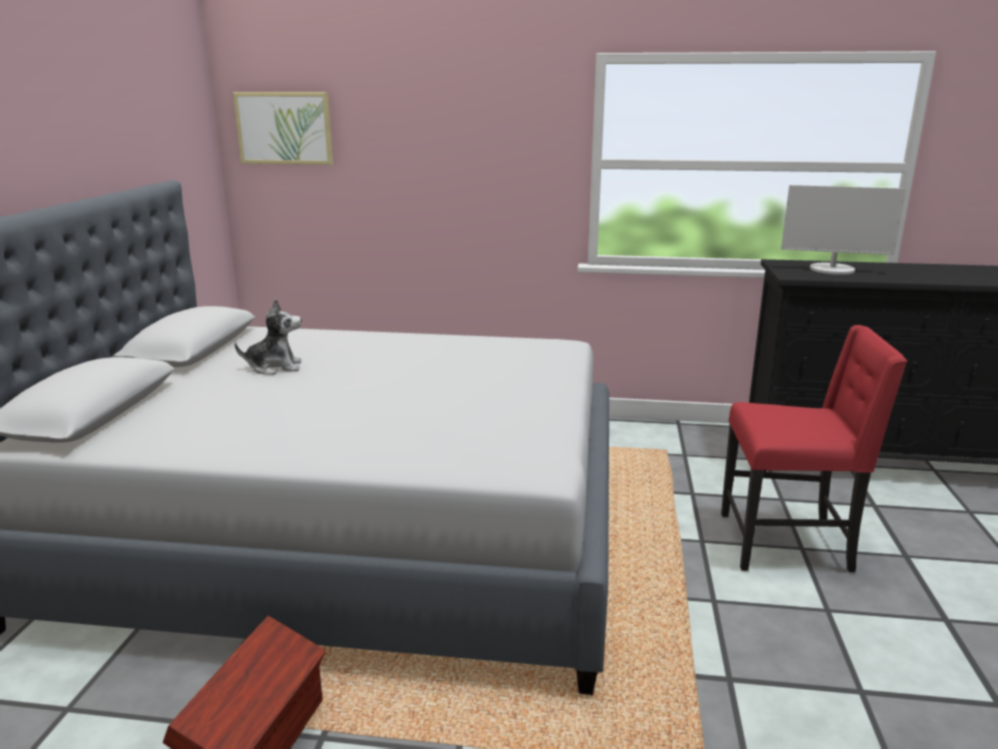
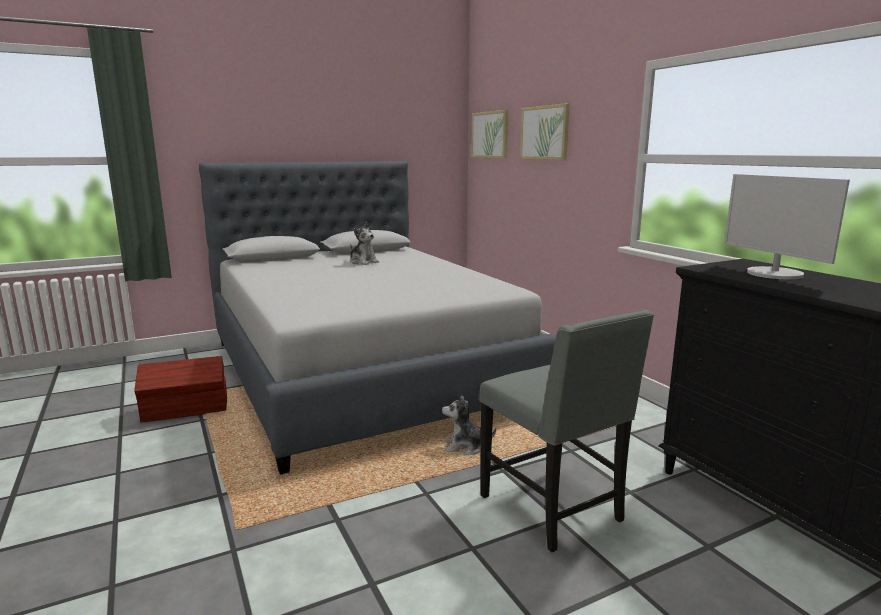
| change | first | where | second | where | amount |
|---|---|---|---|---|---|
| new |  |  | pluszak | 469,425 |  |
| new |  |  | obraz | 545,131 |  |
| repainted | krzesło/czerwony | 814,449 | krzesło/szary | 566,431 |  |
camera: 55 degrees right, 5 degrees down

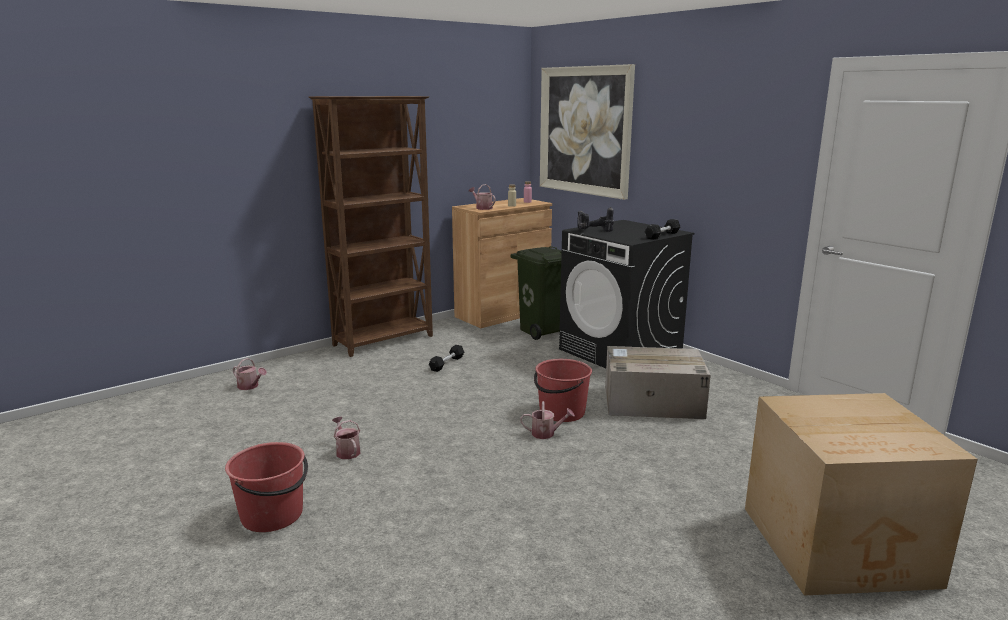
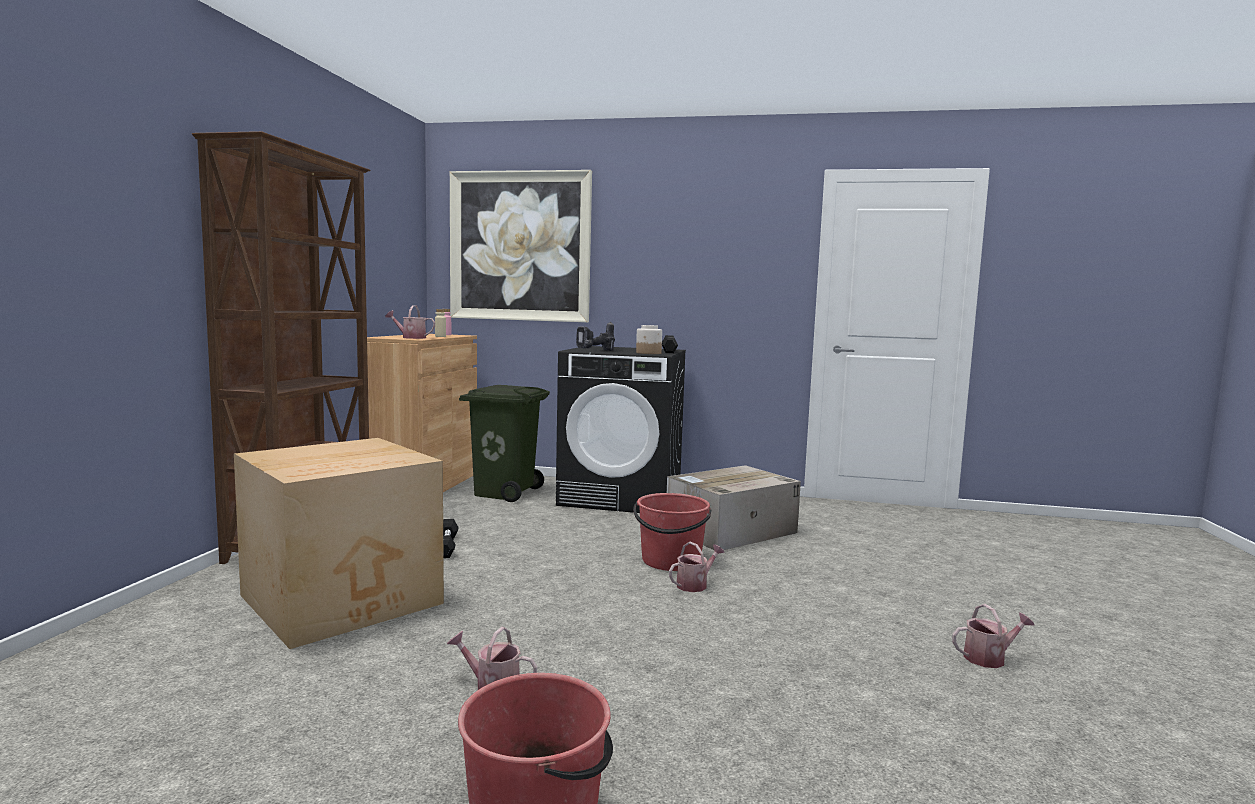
| change | first | where | second | where | amount |
|---|---|---|---|---|---|
| new |  |  | słoik | 649,339 |  |
| shifted | konewka | 250,374 |  | 993,636 |  |
| shifted | karton | 861,494 |  | 339,543 |  |
camera: 40 degrees left, 10 degrees down

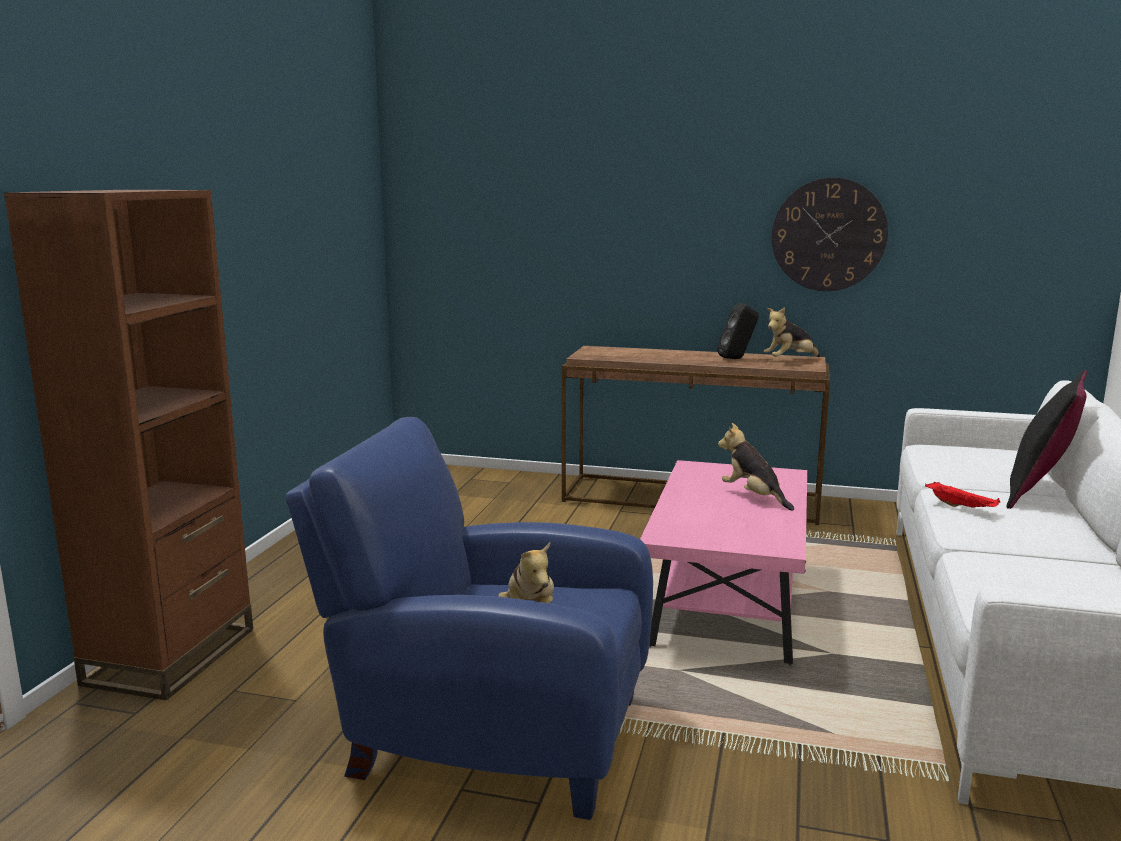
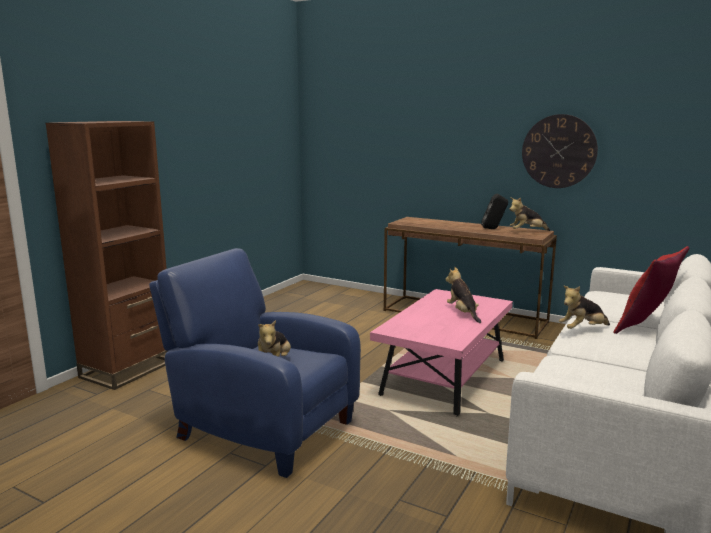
| change | first | where | second | where | amount |
|---|---|---|---|---|---|
| swapped | taca/czerwony | 962,495 | pluszak | 584,307 |  |
| repainted | poduszka/czarny | 1046,439 | poduszka/czerwony | 651,290 |  |
camera: 15 degrees right, 0 degrees up

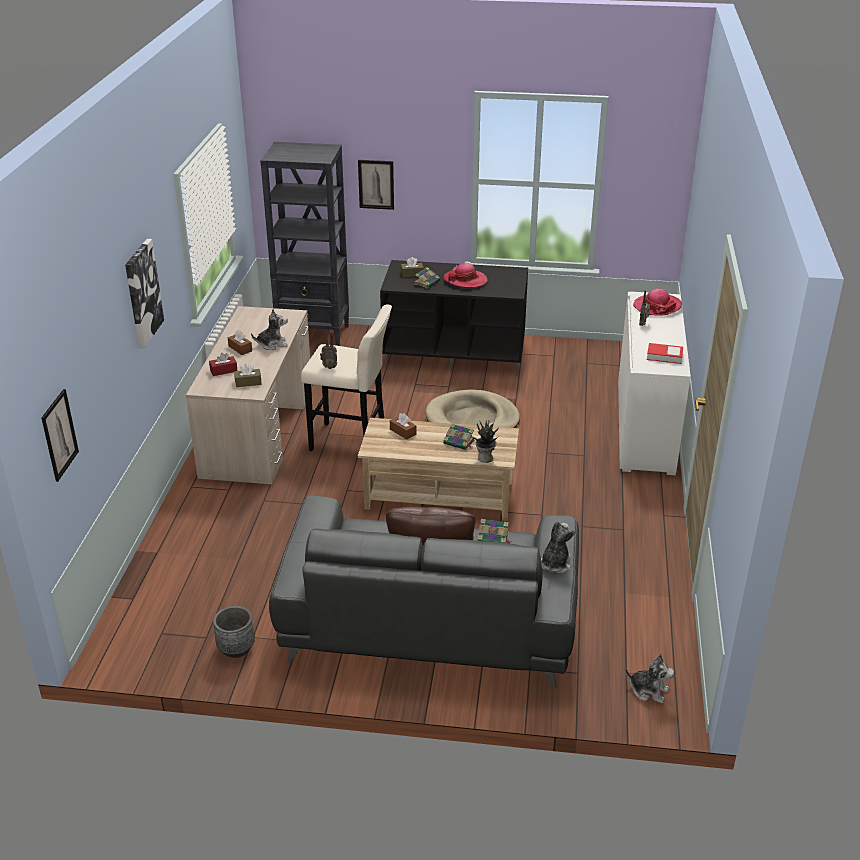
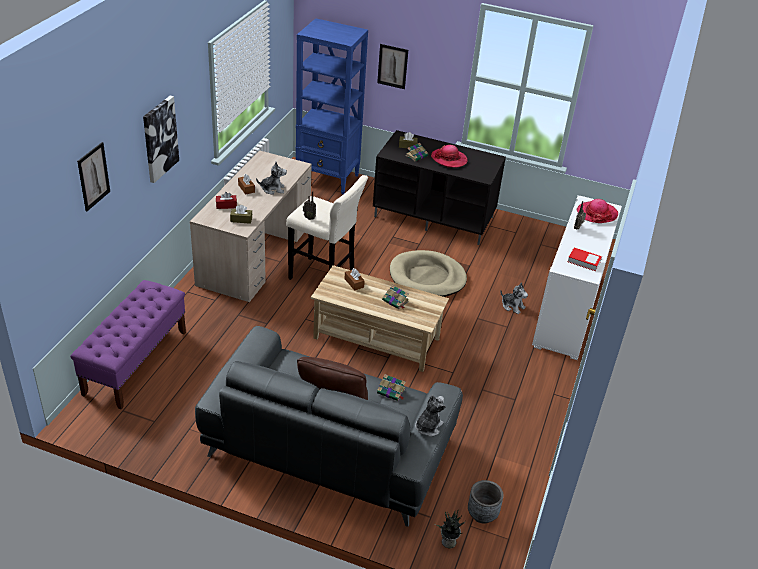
| change | first | where | second | where | amount |
|---|---|---|---|---|---|
| new |  |  | ławka/fioletowy | 128,344 |  |
| shifted | obraz | 60,435 |  | 93,176 |  |
| shifted | donica/szary | 234,632 |  | 485,502 |  |
| shifted | roślina doniczkowa | 484,441 |  | 450,528 |  |
| shifted | pluszak | 649,679 |  | 514,298 |  |
| repainted | regał/czarny | 304,244 | regał/niebieski | 332,106 |  |
camera: 10 degrees right, 5 degrees up

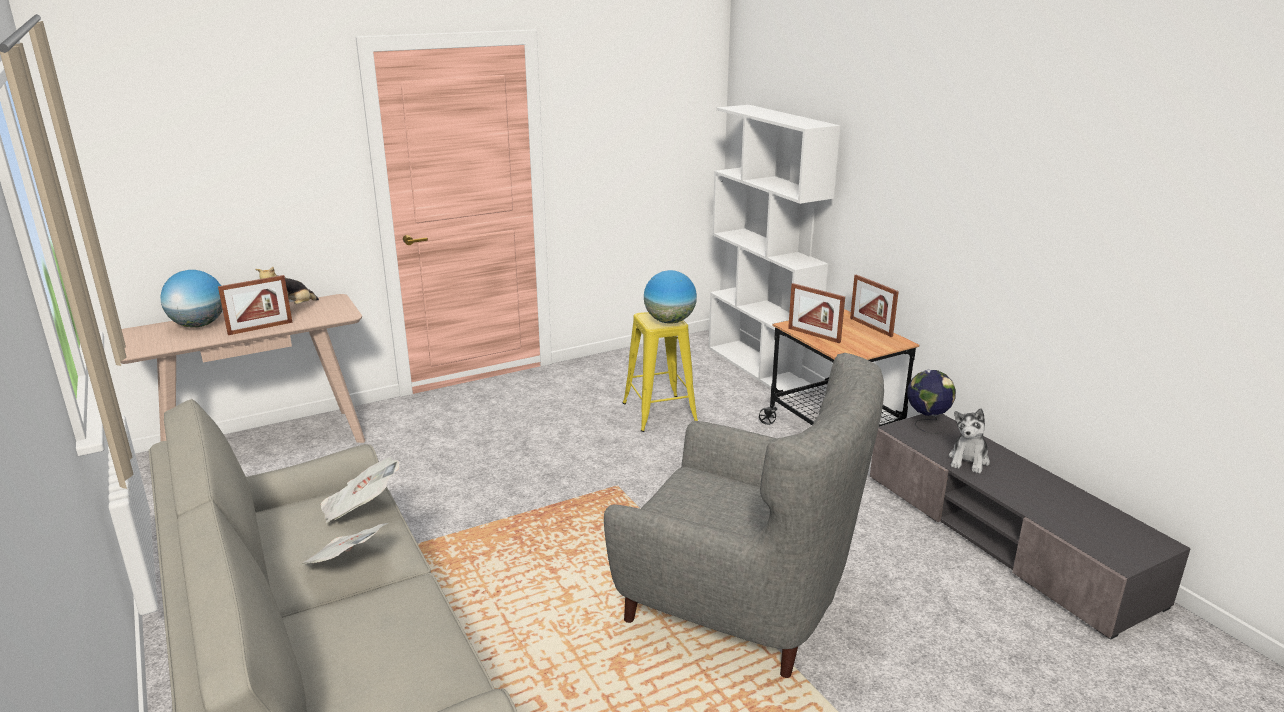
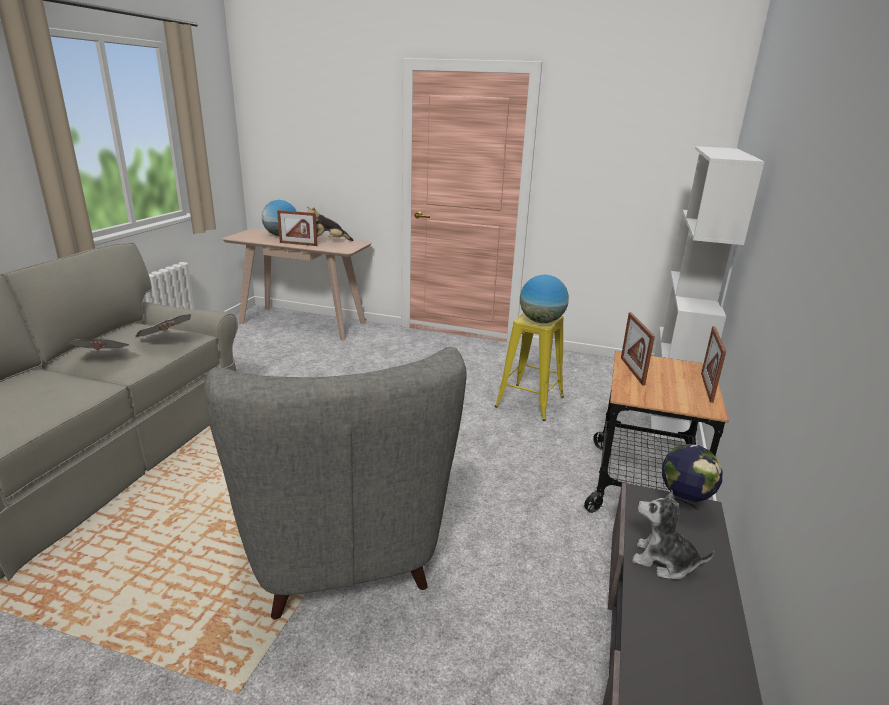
| change | first | where | second | where | amount |
|---|---|---|---|---|---|
| rotated | pluszak | 969,441 |  | 673,535 | 45 degrees clockwise |
camera: 45 degrees right, 0 degrees up

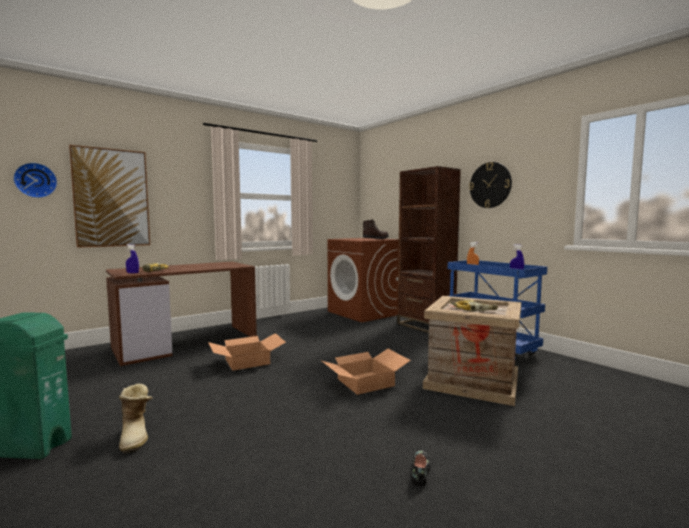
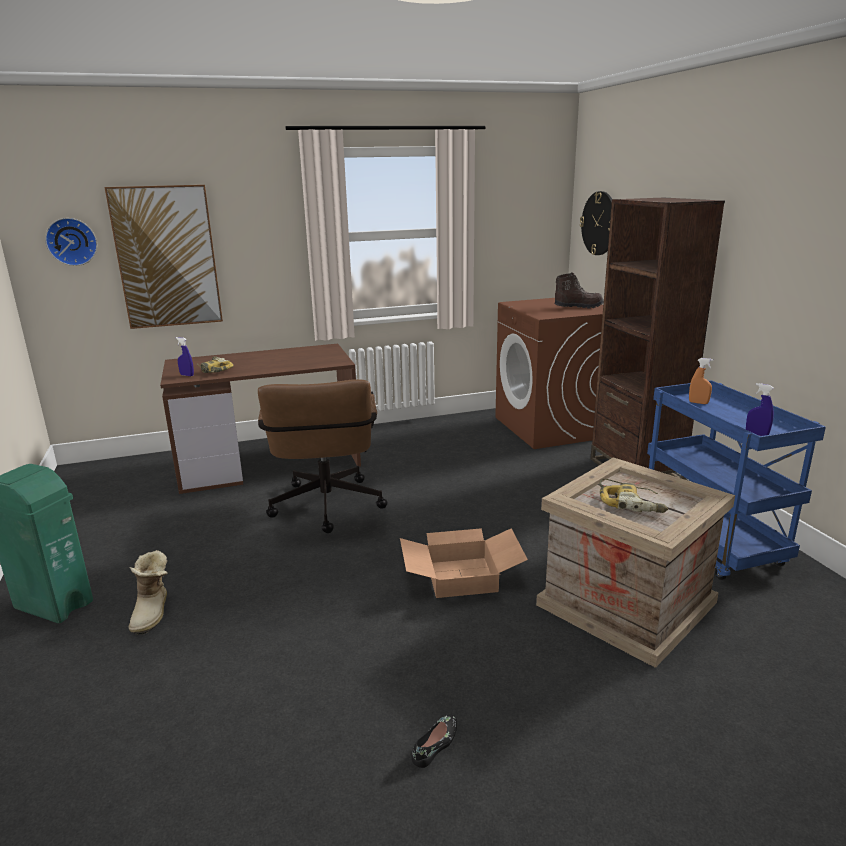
| change | first | where | second | where | amount |
|---|---|---|---|---|---|
| shifted | zegar ścienny | 490,185 |  | 596,223 |  |
| swapped | karton | 247,352 | krzesło biurowe/brązowy | 323,456 |  |
camera: 20 degrees right, 15 degrees up

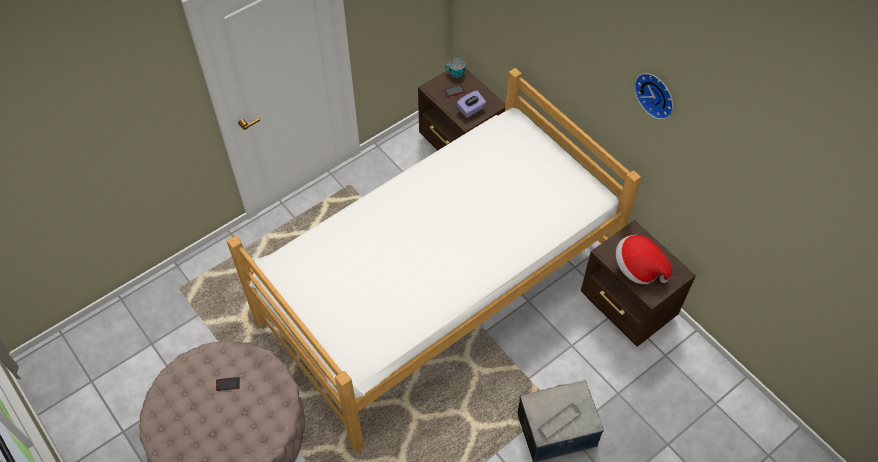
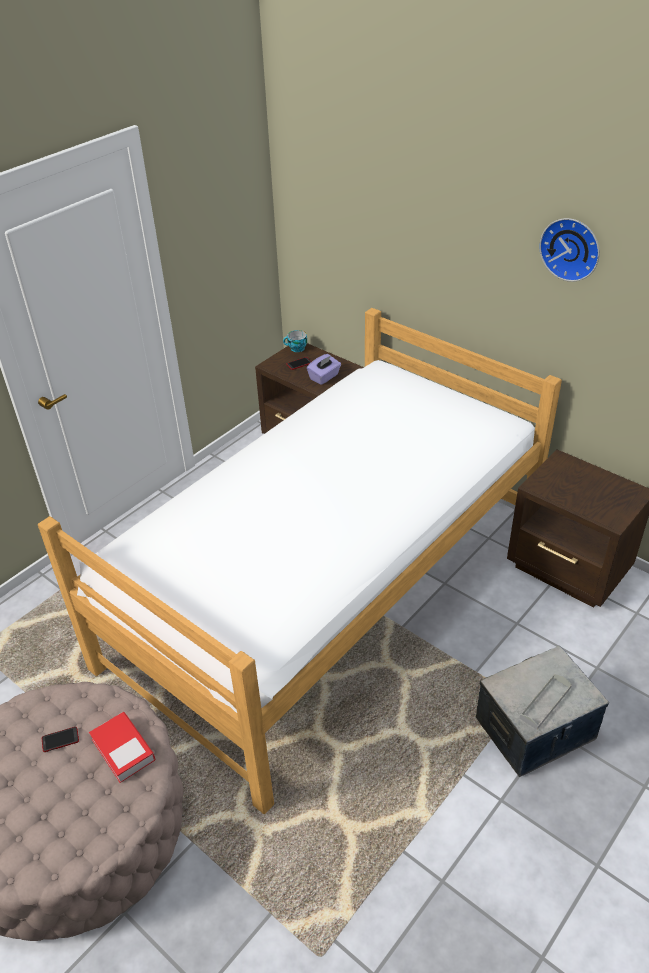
| change | first | where | second | where | amount |
|---|---|---|---|---|---|
| gone | kapelusz | 644,259 |  |  |  |
| new |  |  | książka | 122,747 |  |
camera: 10 degrees left, 15 degrees down

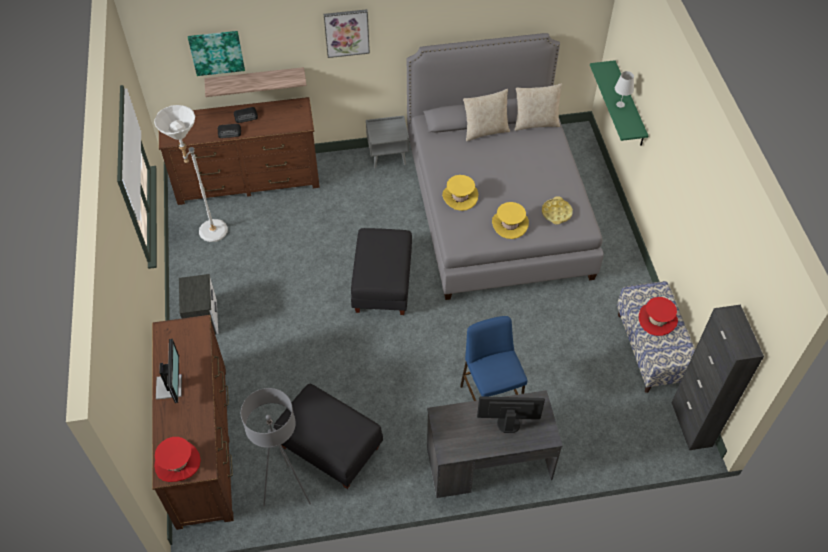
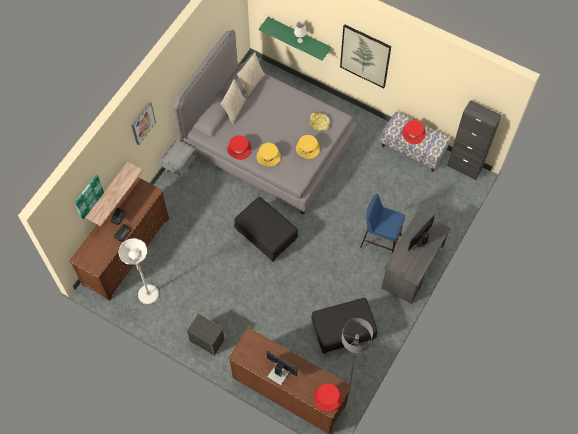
| change | first | where | second | where | amount |
|---|---|---|---|---|---|
| new |  |  | kapelusz/czerwony | 239,147 |  |
| new |  |  | obraz | 365,56 |  |
camera: 50 degrees left, 10 degrees up

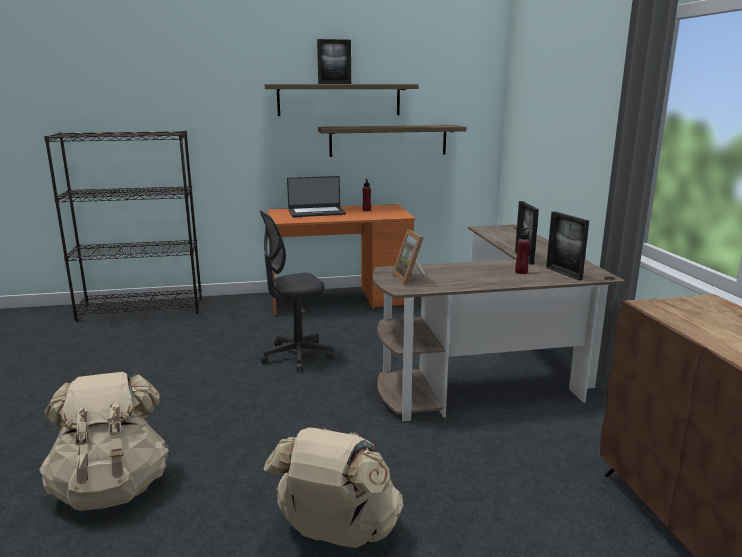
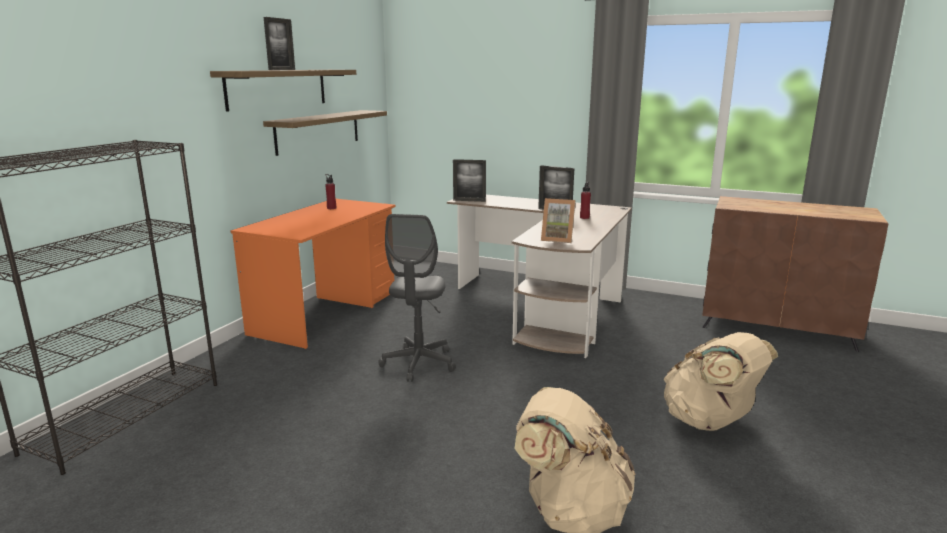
| change | first | where | second | where | amount |
|---|---|---|---|---|---|
| gone | laptop | 316,196 |  |  |  |
| shifted | ramka na zdjęcie | 567,245 |  | 469,180 |  |
camera: 55 degrees left, 0 degrees up

